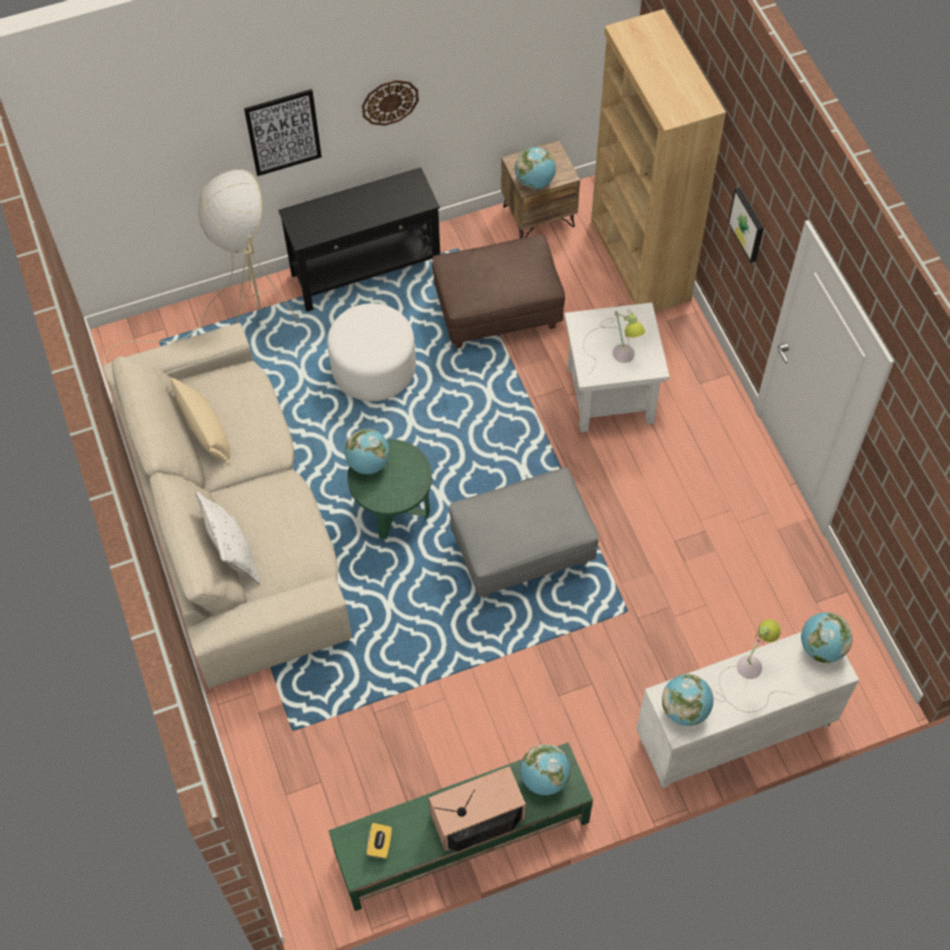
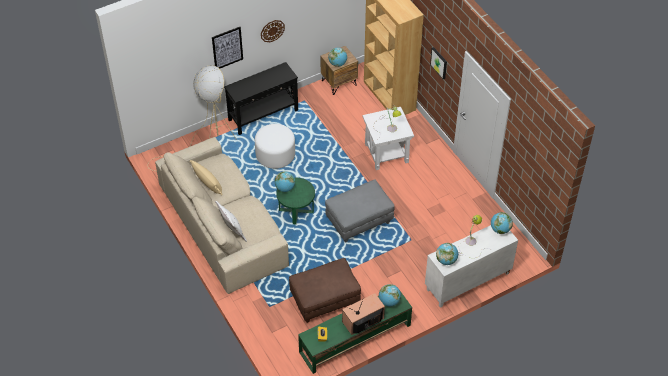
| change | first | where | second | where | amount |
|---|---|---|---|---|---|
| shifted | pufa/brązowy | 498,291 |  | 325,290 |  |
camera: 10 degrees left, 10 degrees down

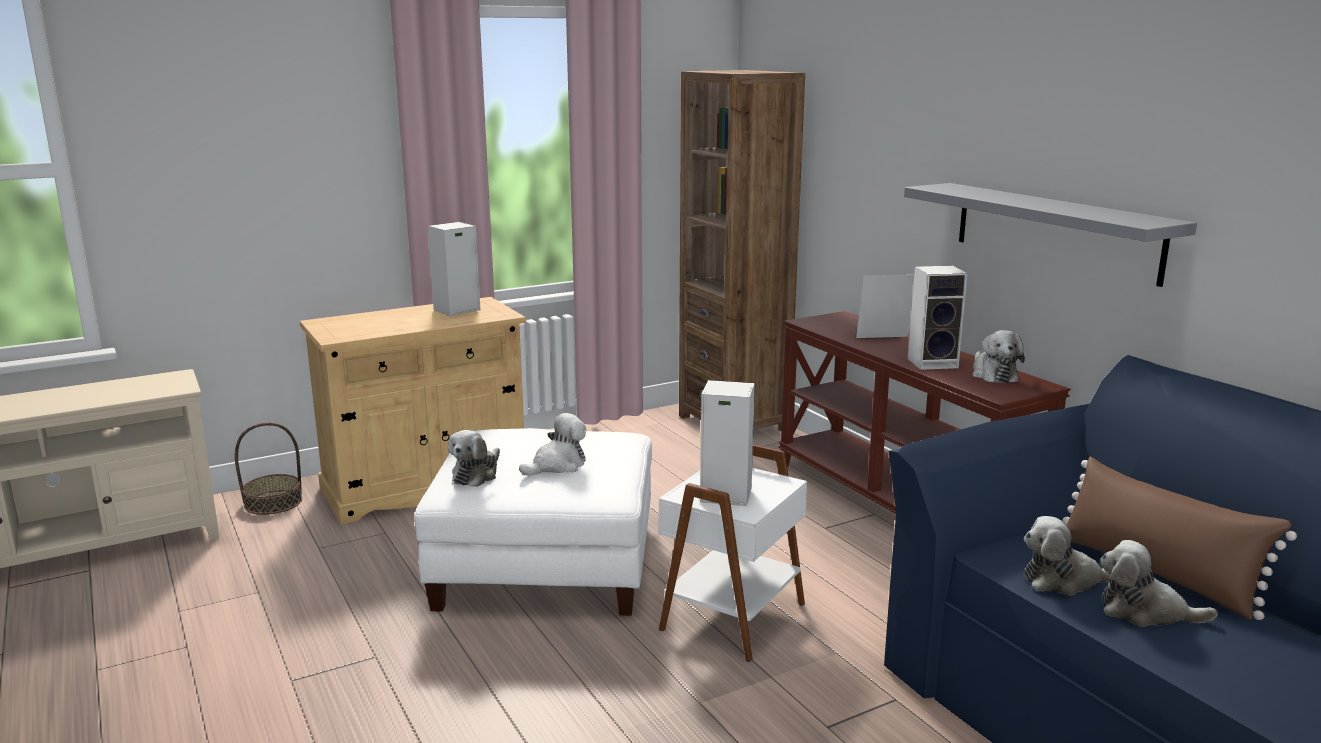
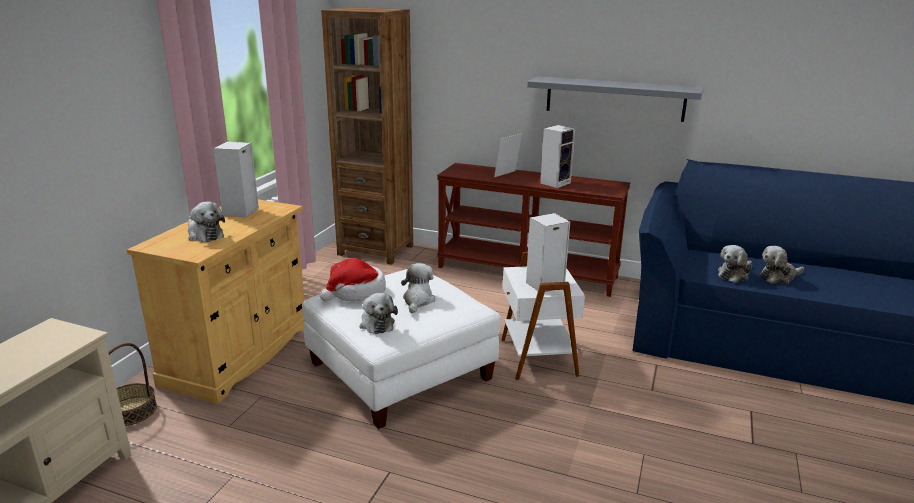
| change | first | where | second | where | amount |
|---|---|---|---|---|---|
| gone | poduszka/brązowy | 1179,538 |  |  |  |
| new |  |  | kapelusz | 353,280 |  |
| shifted | pluszak | 998,356 |  | 206,221 |  |
camera: 40 degrees left, 5 degrees up

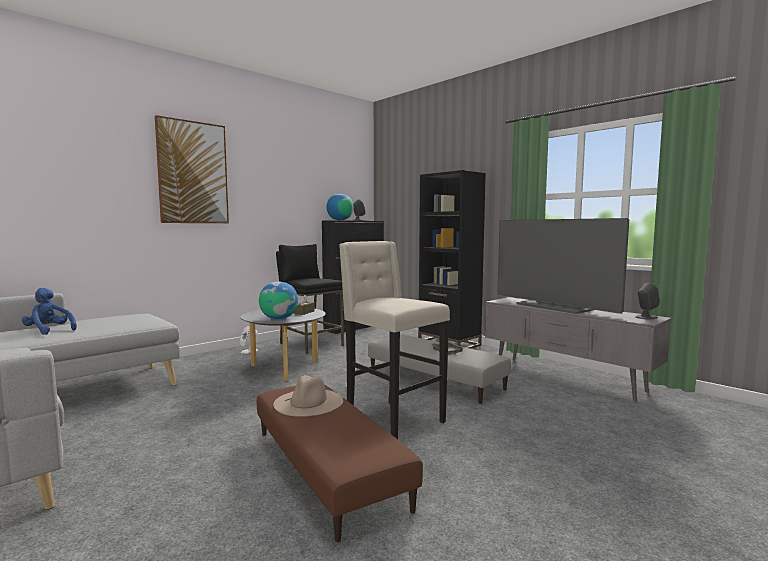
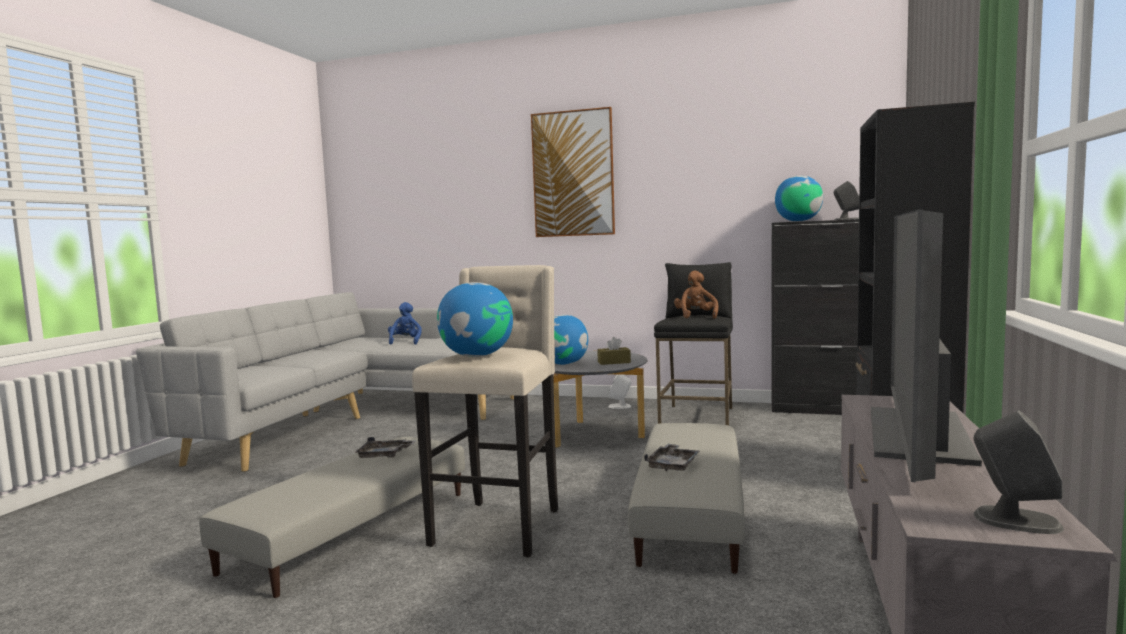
| change | first | where | second | where | amount |
|---|---|---|---|---|---|
| new |  |  | globus | 475,319 |  |
| new |  |  | pluszak/brązowy | 696,294 |  |
| swapped | kapelusz/beżowy | 308,396 | taca/szary | 385,447 |  |
| repainted | pufa/brązowy | 340,463 | pufa/szary | 332,517 |  |
camera: 60 degrees right, 0 degrees up

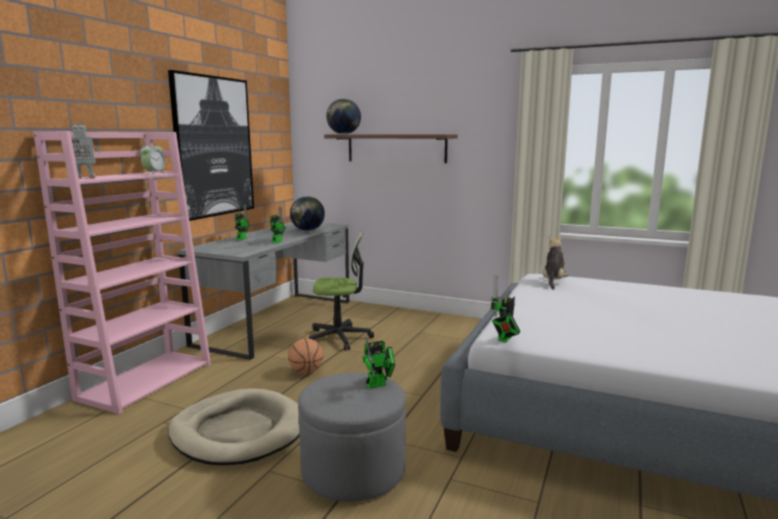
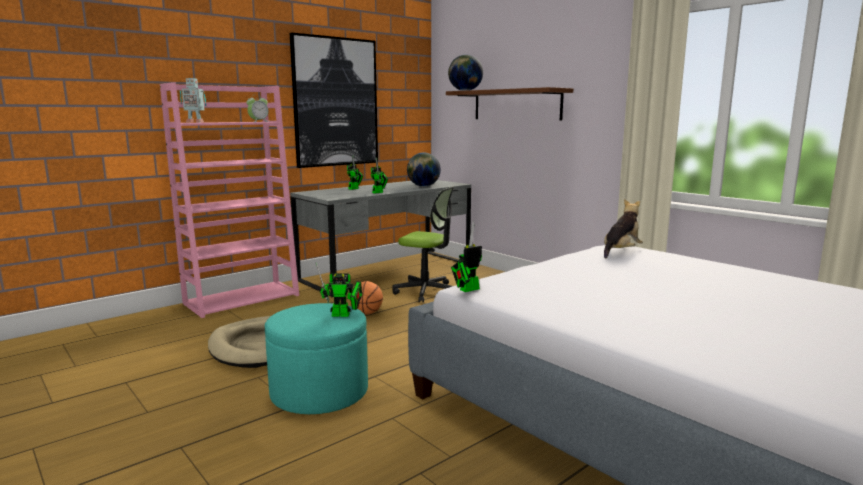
| change | first | where | second | where | amount |
|---|---|---|---|---|---|
| repainted | pufa/szary | 352,437 | pufa/turkusowy | 316,358 |  |
camera: 25 degrees right, 0 degrees up

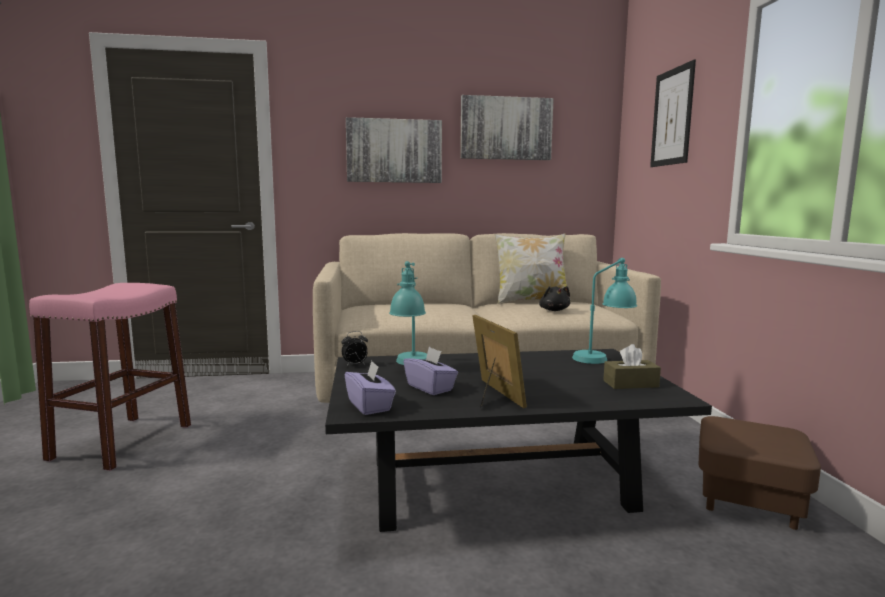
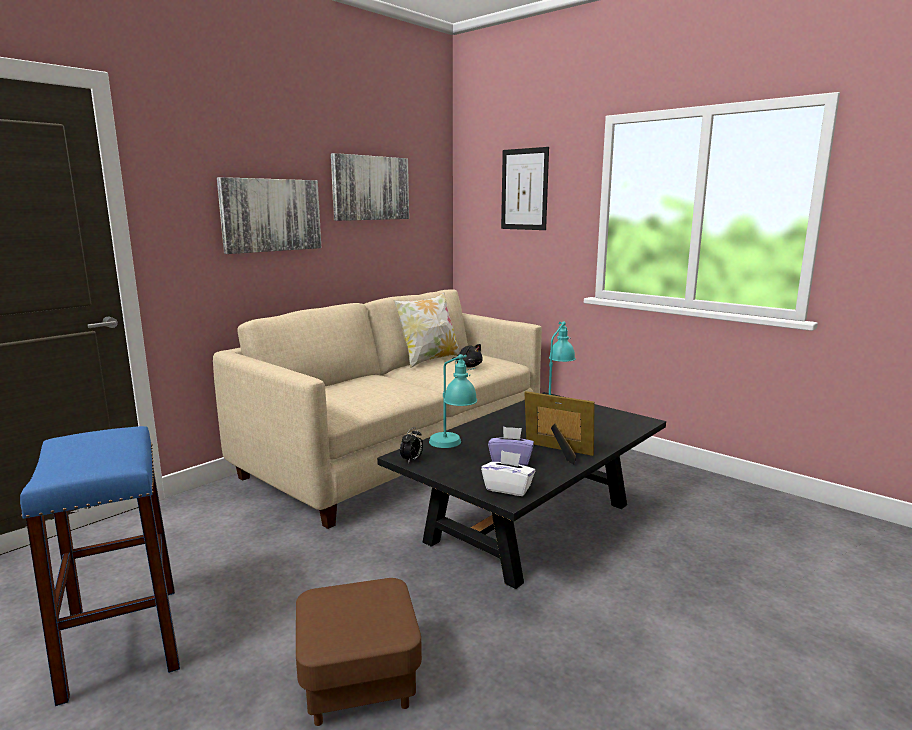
| change | first | where | second | where | amount |
|---|---|---|---|---|---|
| gone | pudełko chusteczek/brązowy | 632,366 |  |  |  |
| shifted | pufa/brązowy | 760,473 |  | 359,652 |  |
| repainted | stołek/różowy | 110,377 | stołek/niebieski | 100,566 |  |
| repainted | pudełko chusteczek/fioletowy | 370,388 | pudełko chusteczek/biały | 508,473 |  |
camera: 40 degrees left, 5 degrees up

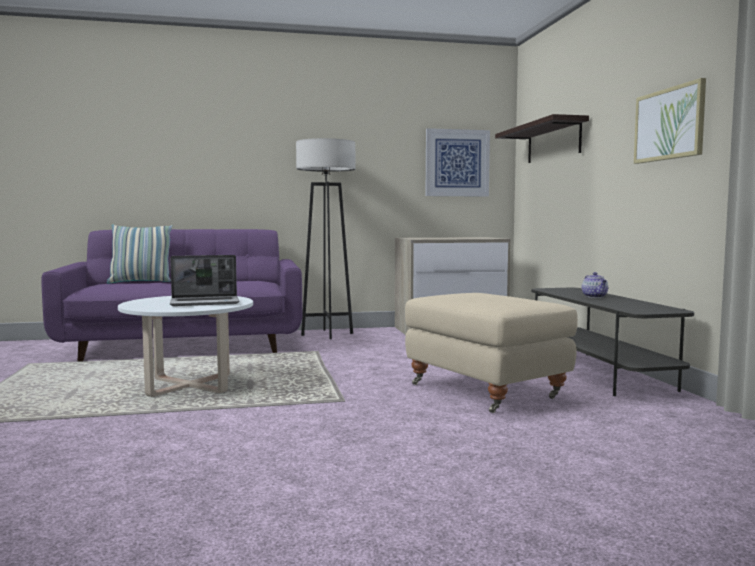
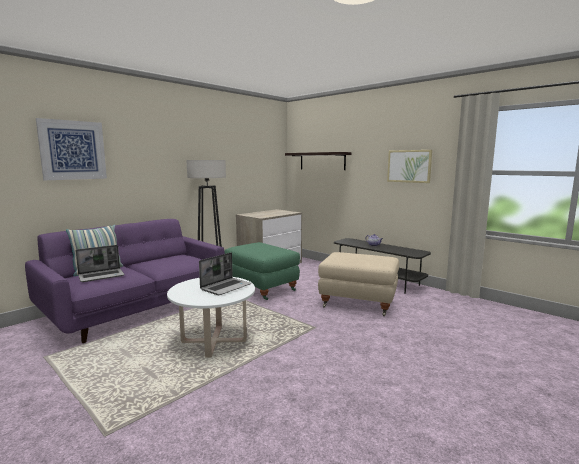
| change | first | where | second | where | amount |
|---|---|---|---|---|---|
| new |  |  | laptop | 100,263 |  |
| new |  |  | pufa/zielony | 262,271 |  |
| shifted | obraz | 458,162 |  | 71,149 |  |
camera: 35 degrees left, 5 degrees up

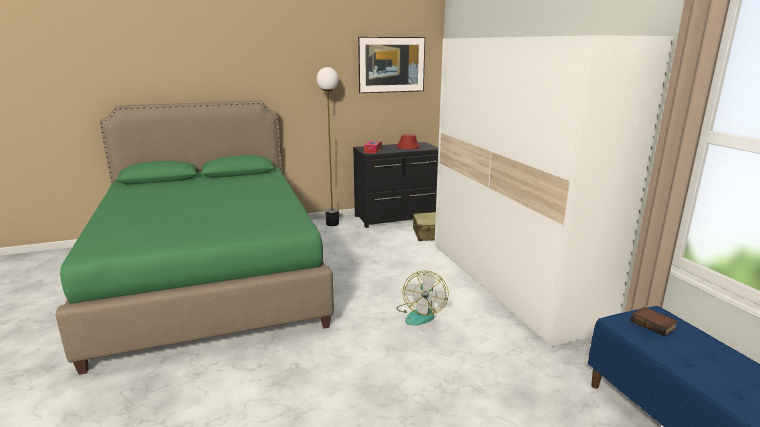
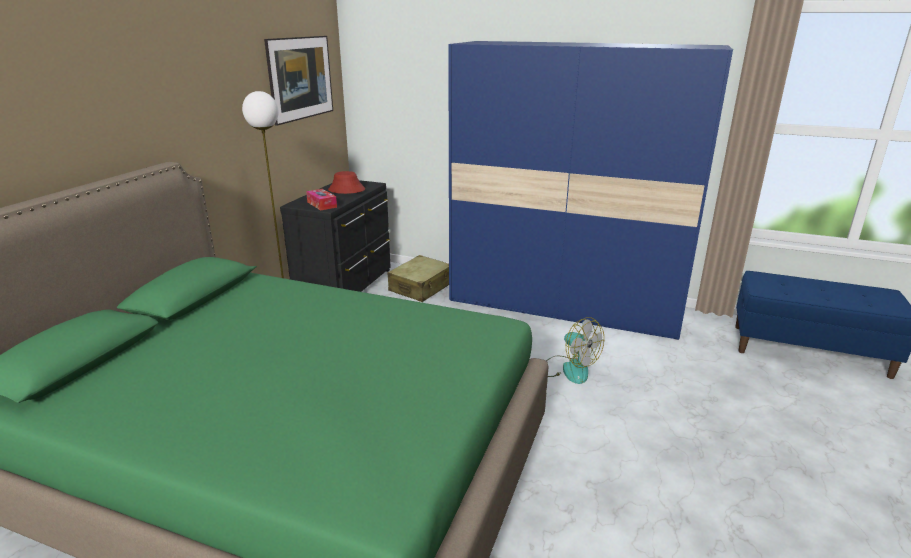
| change | first | where | second | where | amount |
|---|---|---|---|---|---|
| gone | książka | 654,321 |  |  |  |
| repainted | szafa/biały | 554,191 | szafa/niebieski | 590,190 |  |
camera: 50 degrees left, 5 degrees up

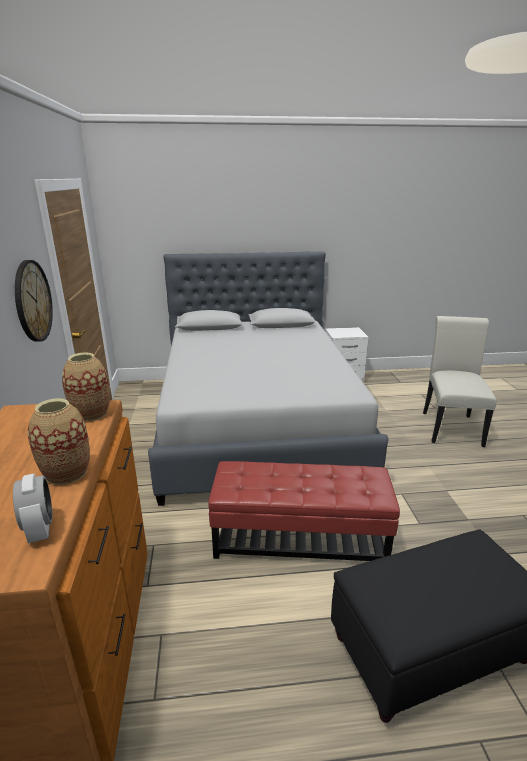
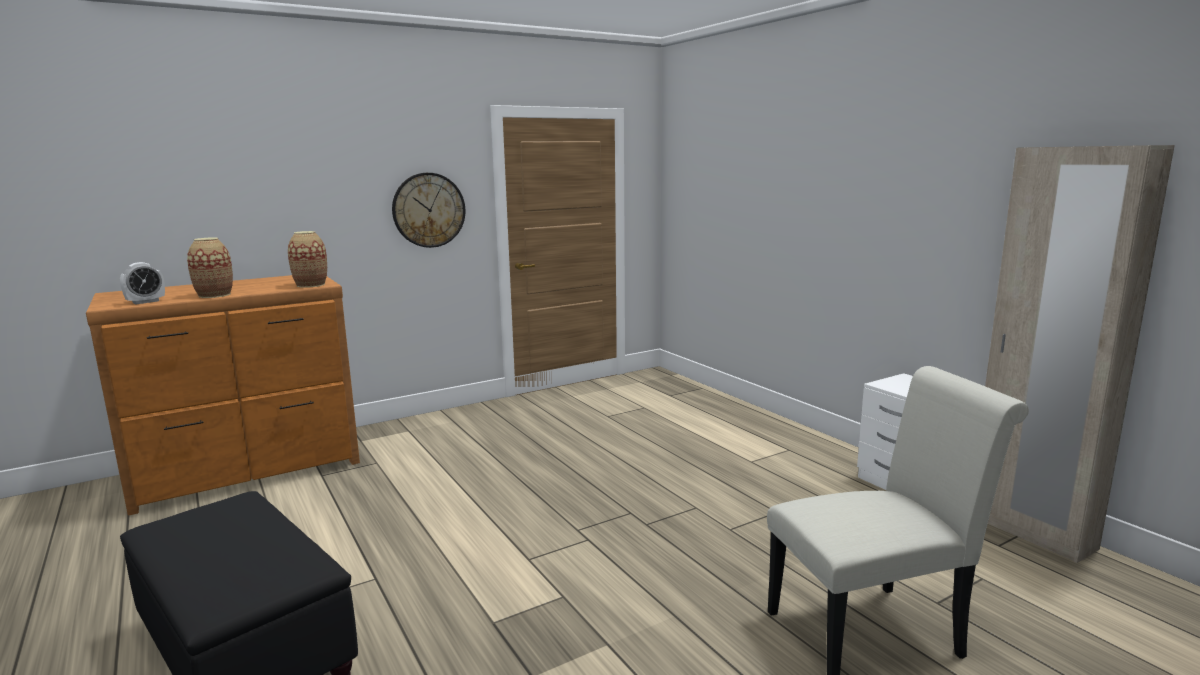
| change | first | where | second | where | amount |
|---|---|---|---|---|---|
| gone | łóżko/szary | 268,378 |  |  |  |
| gone | pufa/czerwony | 304,511 |  |  |  |
| new |  |  | szafa/beżowy | 1080,354 |  |
camera: 65 degrees right, 10 degrees down

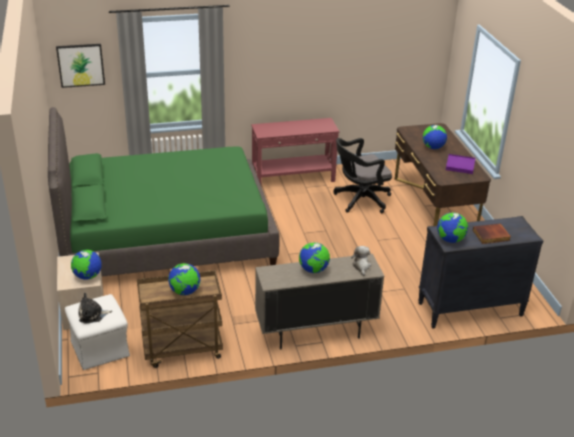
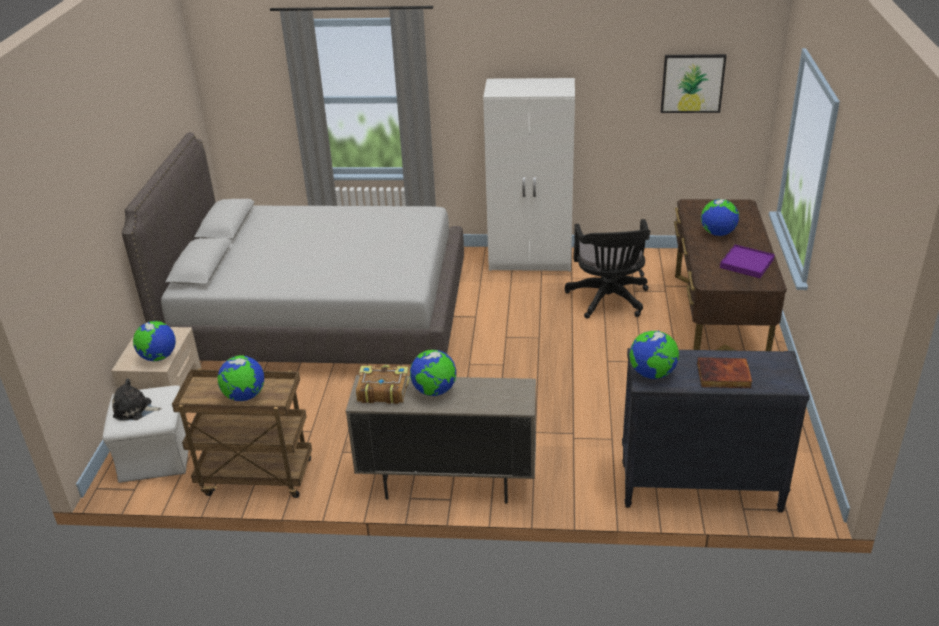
| change | first | where | second | where | amount |
|---|---|---|---|---|---|
| gone | pluszak | 361,261 |  |  |  |
| new |  |  | książka | 383,384 |  |
| shifted | obraz | 80,66 |  | 694,83 |  |
| swapped | stolik konsolowy/czerwony | 295,151 | szafa/biały | 529,174 |  |
| repainted | łóżko/zielony | 164,192 | łóżko/szary | 293,248 |  |
| rotated | krzesło biurowe/czarny | 362,175 |  | 607,269 | 90 degrees counterclockwise |
camera: 20 degrees right, 0 degrees up

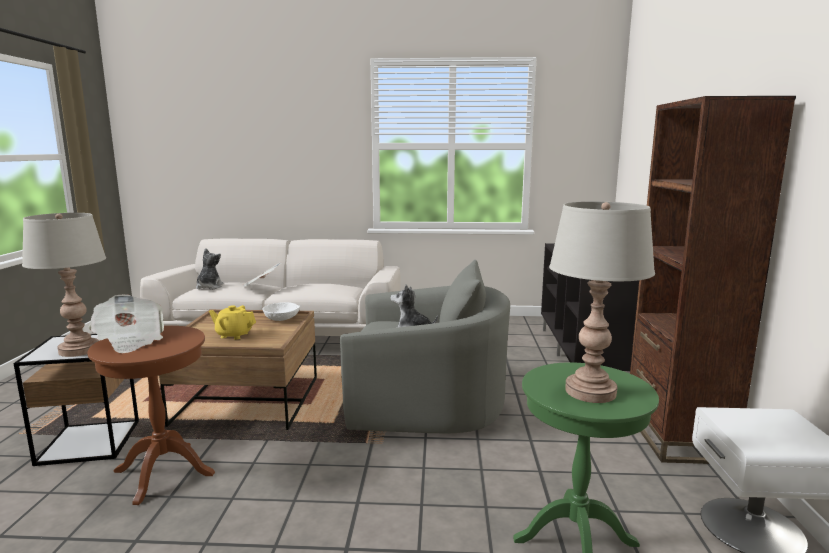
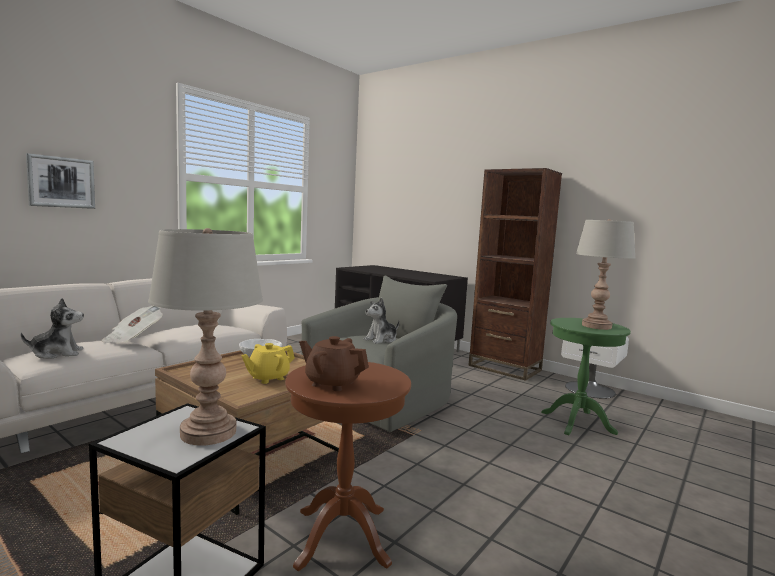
| change | first | where | second | where | amount |
|---|---|---|---|---|---|
| new |  |  | obraz | 60,181 |  |
| swapped | gazeta | 126,323 | imbryk/brązowy | 334,363 |  |
| rotated | pluszak | 210,269 |  | 52,328 | 120 degrees clockwise |
camera: 55 degrees left, 5 degrees down

